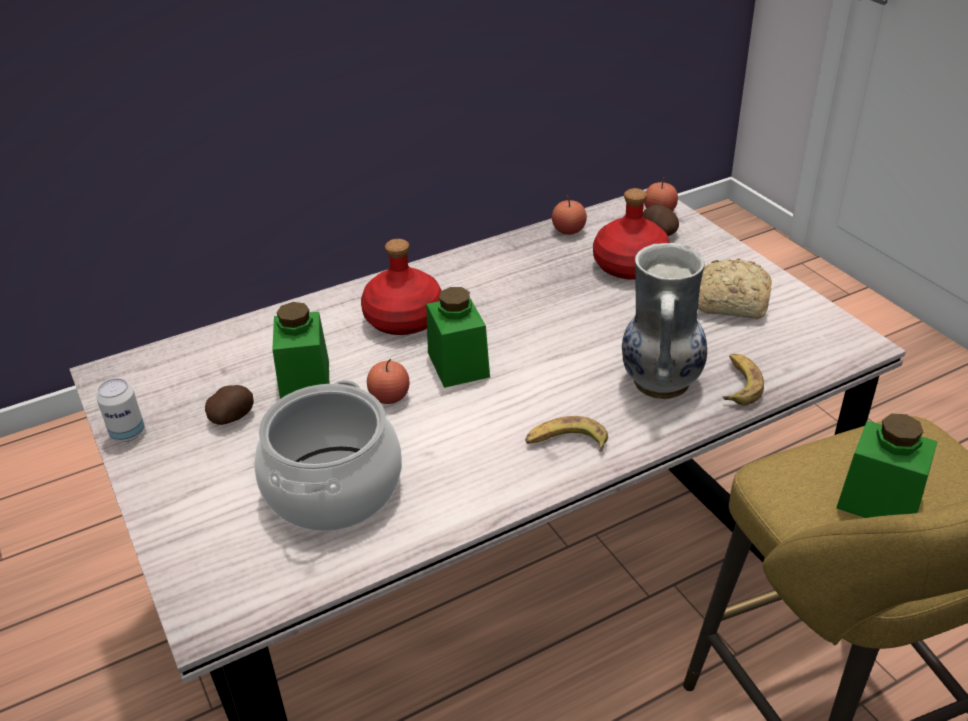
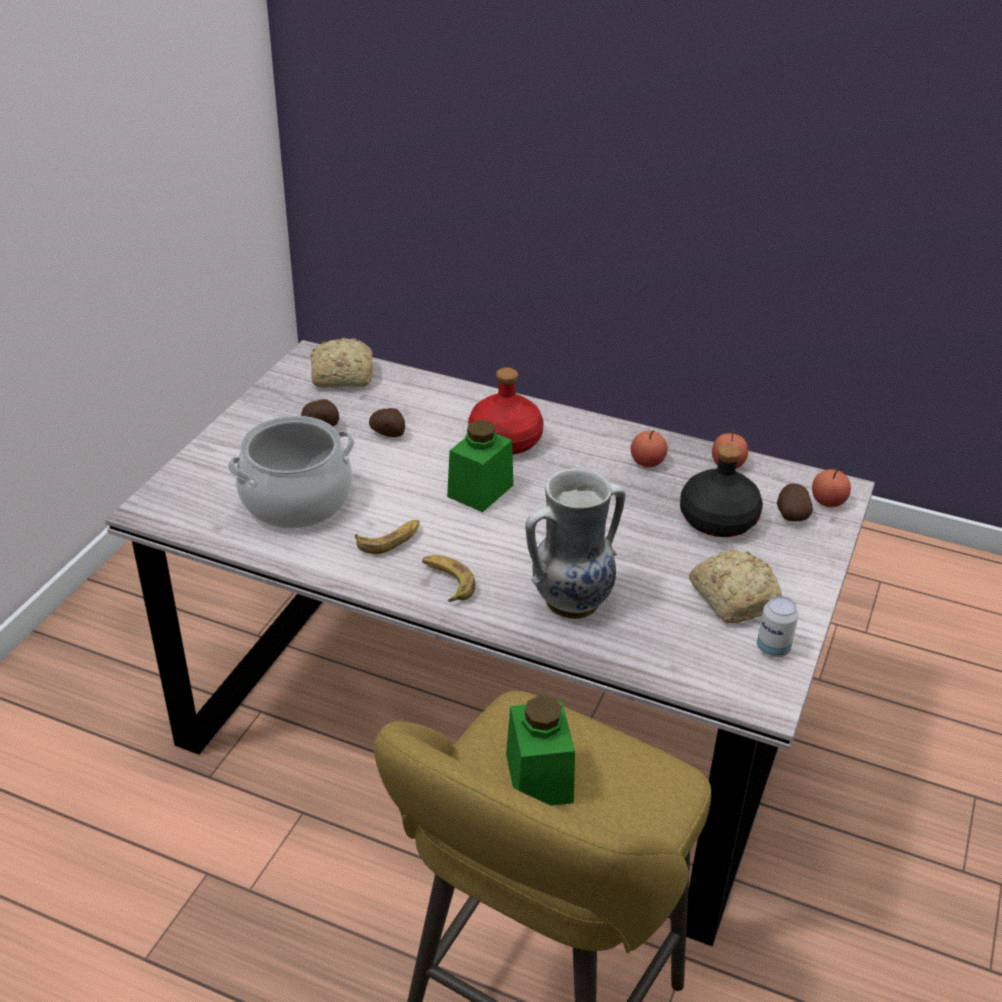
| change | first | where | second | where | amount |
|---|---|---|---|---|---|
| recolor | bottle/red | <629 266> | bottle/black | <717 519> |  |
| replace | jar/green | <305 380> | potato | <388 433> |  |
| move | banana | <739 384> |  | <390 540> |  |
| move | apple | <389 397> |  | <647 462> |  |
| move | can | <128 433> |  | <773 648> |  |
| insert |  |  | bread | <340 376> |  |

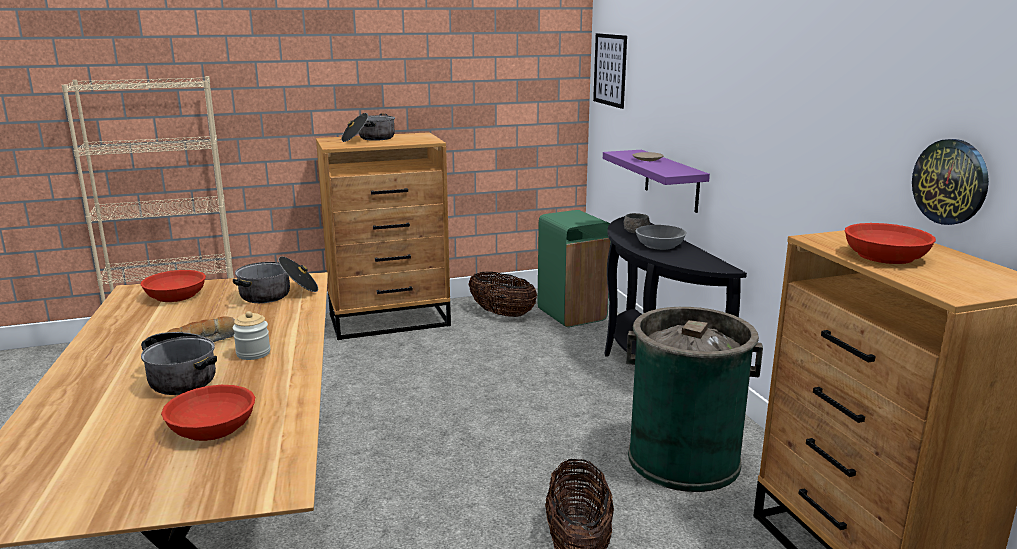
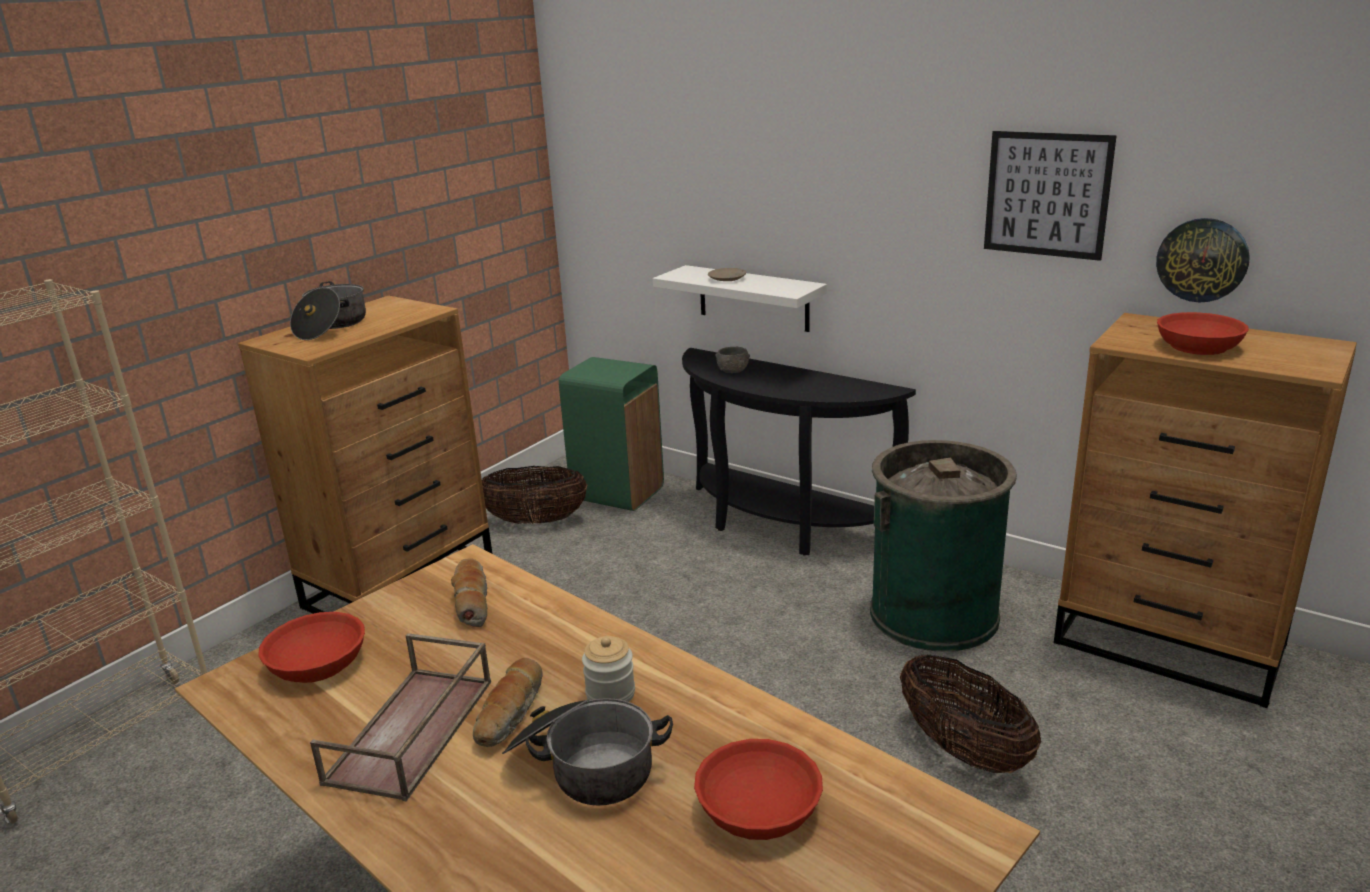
| change | first | where | second | where | amount |
|---|---|---|---|---|---|
| move | picture | <610 70> |  | <1047 194> |  |
| recolor | shelf/purple | <671 180> | shelf/white | <753 298> |  |
| delete | bowl/grey | <659 245> |  |  |  |
| replace | cooking pot | <278 294> | bread | <471 601> |  |
| insert |  |  | tray/brown | <412 732> |  |

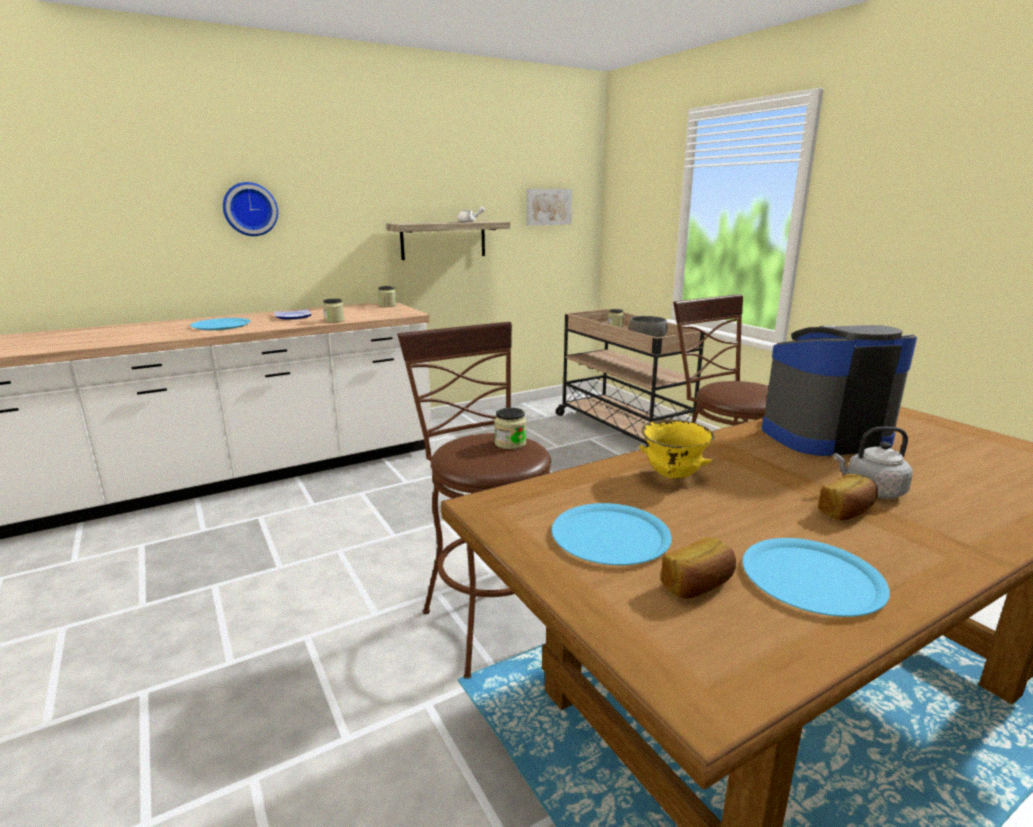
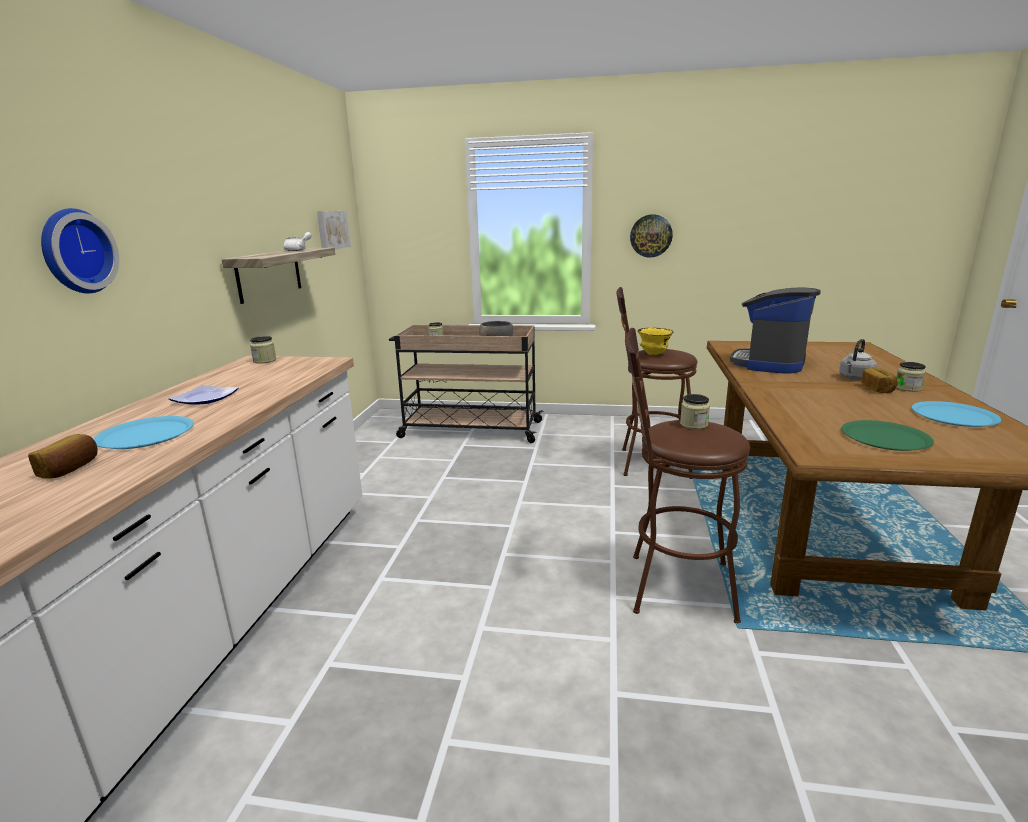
| change | first | where | second | where | amount |
|---|---|---|---|---|---|
| move | jar | <334 321> |  | <907 388> |  |
| move | bowl/yellow | <672 476> |  | <653 354> |  |
| recolor | plate/blue | <610 536> | plate/green | <885 437> |  |
| move | bread | <698 585> |  | <70 469> |  |
| insert |  |  | wall clock | <651 236> |  |

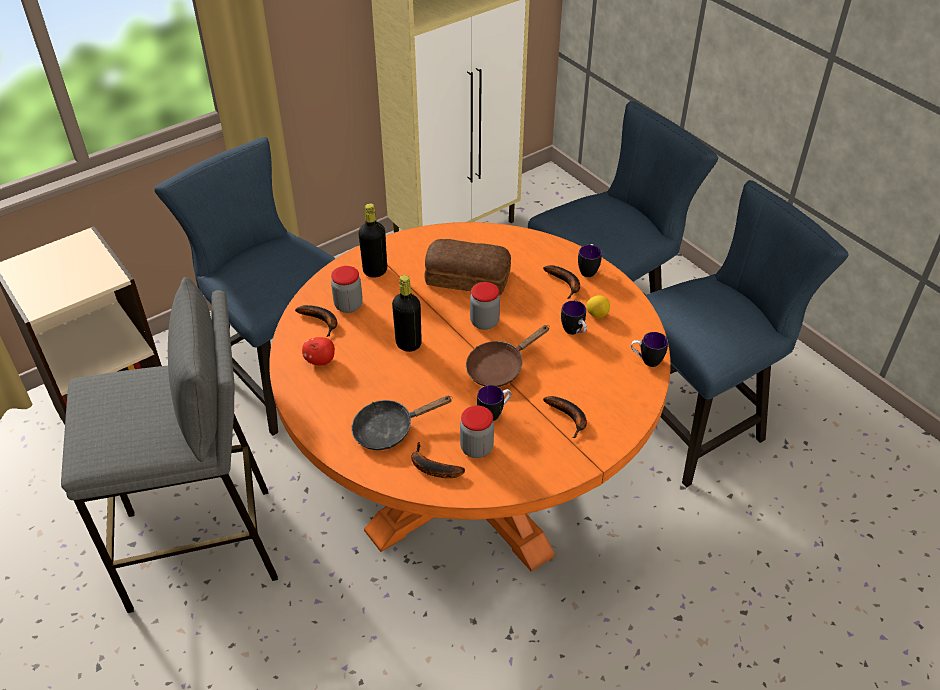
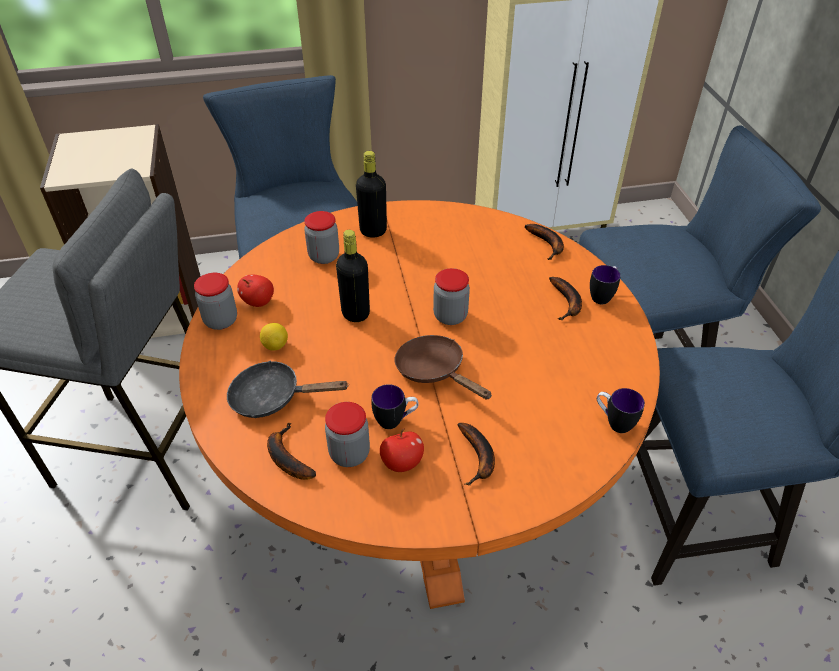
| change | first | where | second | where | amount |
|---|---|---|---|---|---|
| delete | bread | <467 276> |  |  |  |
| move | lemon | <597 314> |  | <275 345> |  |
| delete | mug | <574 332> |  |  |  |
| move | banana | <322 321> |  | <548 244> |  |
| rotate | frying pan/brown | <499 367> |  | <434 371> | 60 degrees clockwise |
| insert |  |  | jar | <221 320> |  |
| insert |  |  | apple | <402 463> |  |

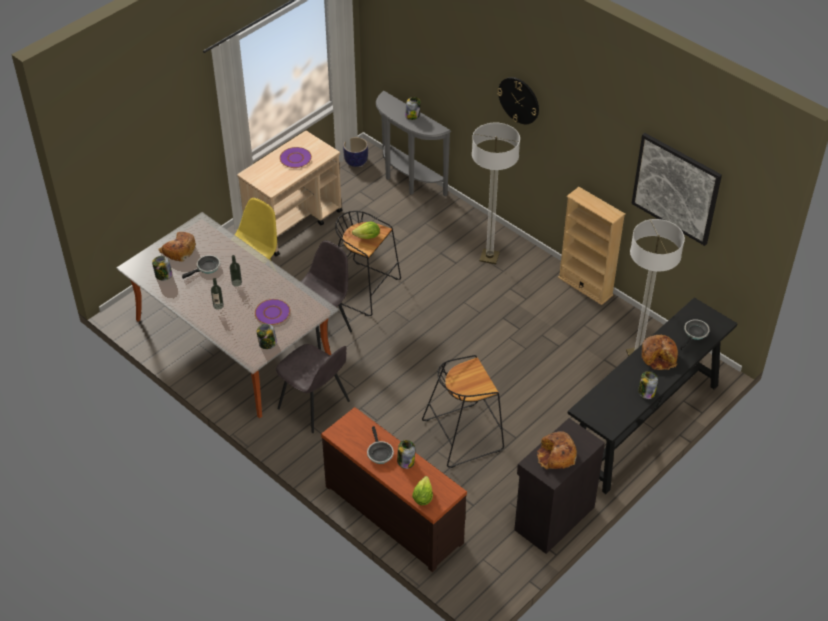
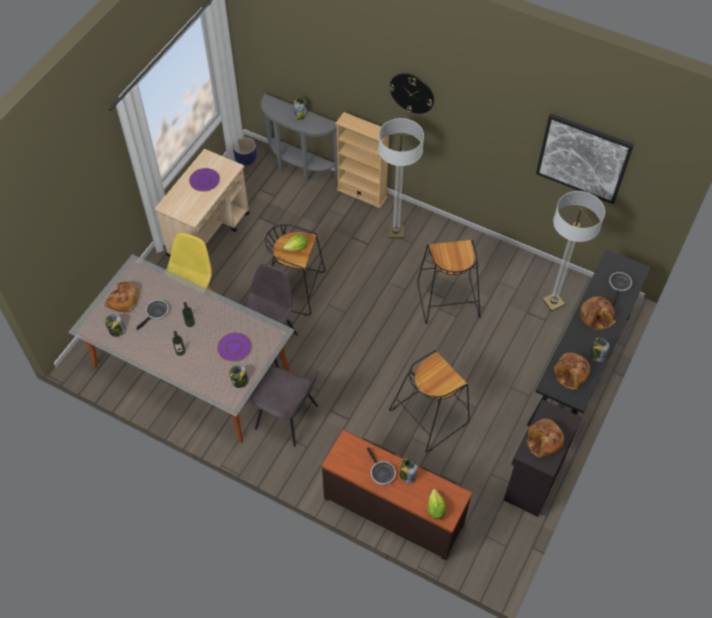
| change | first | where | second | where | amount |
|---|---|---|---|---|---|
| move | bookcase/beige | <585 286> |  | <362 193> |  |
| insert |  |  | stool/black | <447 299> |  |
| insert |  |  | bread | <571 374> |  |

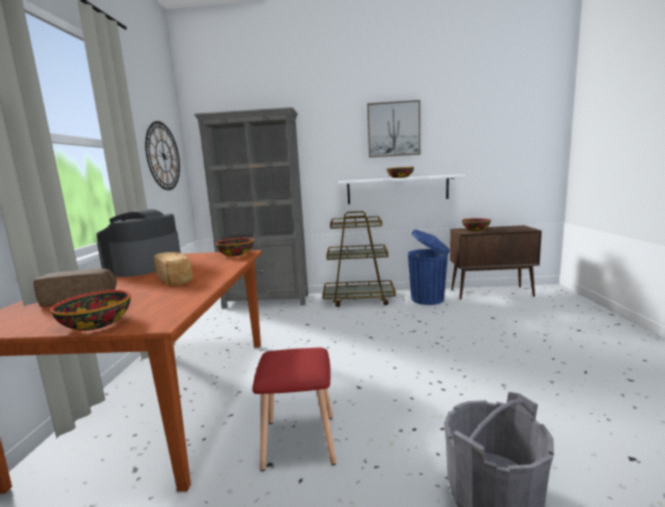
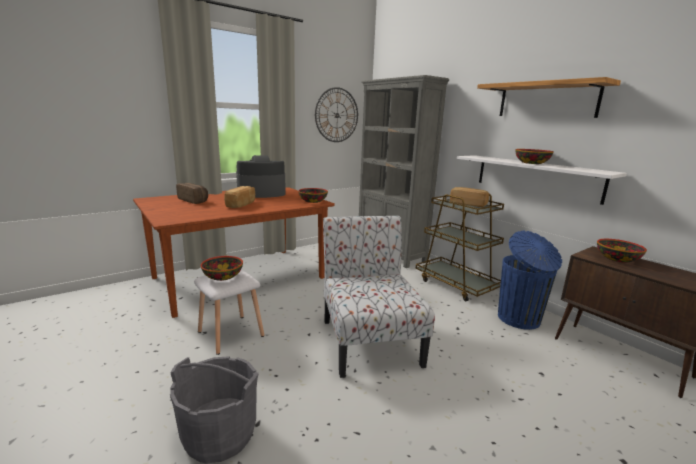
| change | first | where | second | where | amount |
|---|---|---|---|---|---|
| replace | picture | <393 129> | shelf | <546 100> |  |
| move | bowl | <97 324> |  | <222 277> |  |
| recolor | stool/red | <300 442> | stool/white | <230 334> |  |
| insert |  |  | bread | <468 204> |  |
| insert |  |  | chair | <369 340> |  |

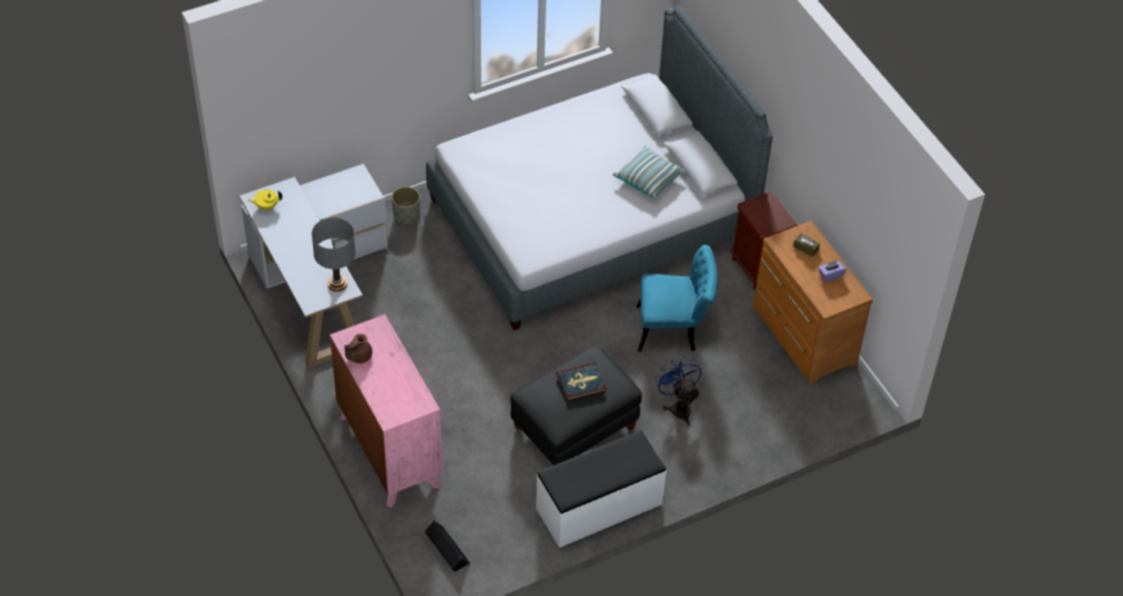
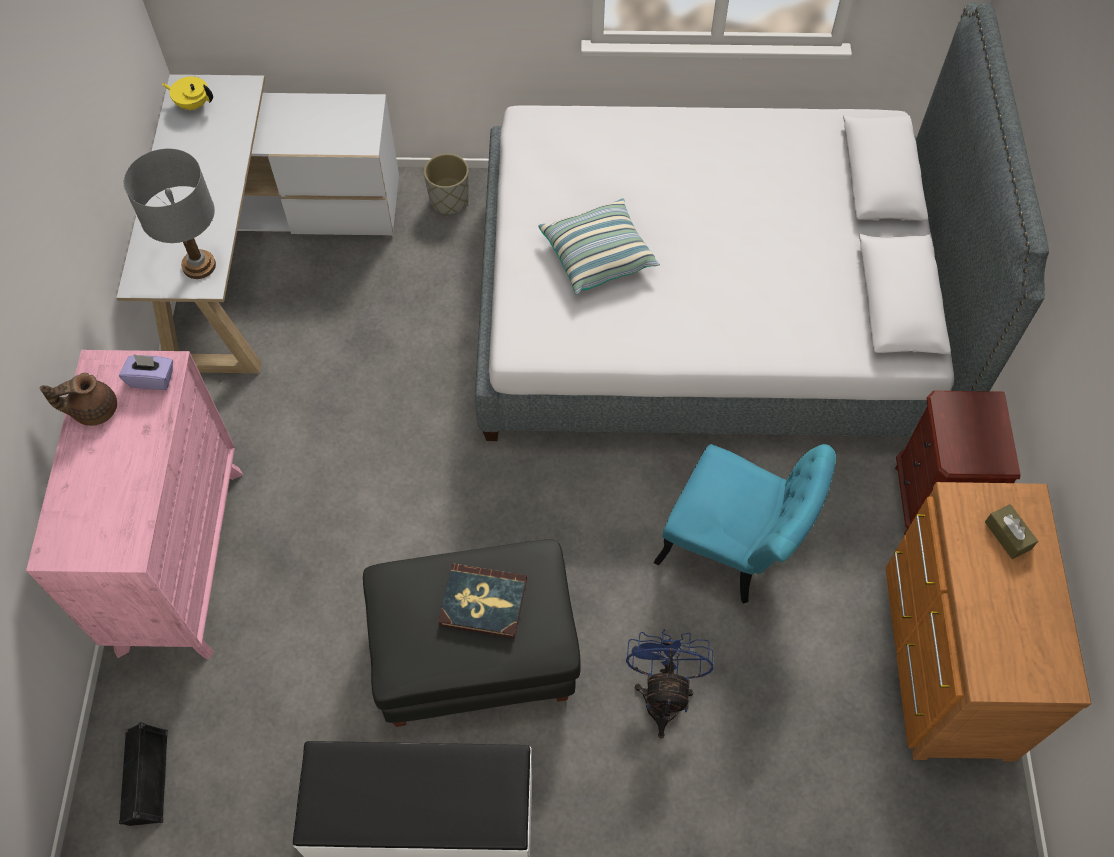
| change | first | where | second | where | amount |
|---|---|---|---|---|---|
| move | pillow | <648 179> |  | <598 256> |  |
| move | tissue box/purple | <830 275> |  | <152 379> |  |

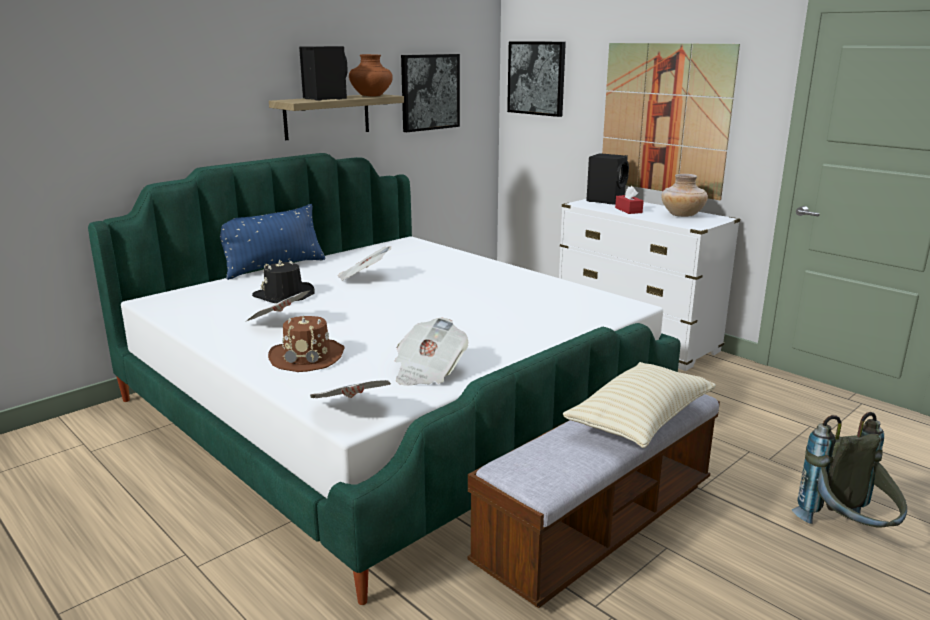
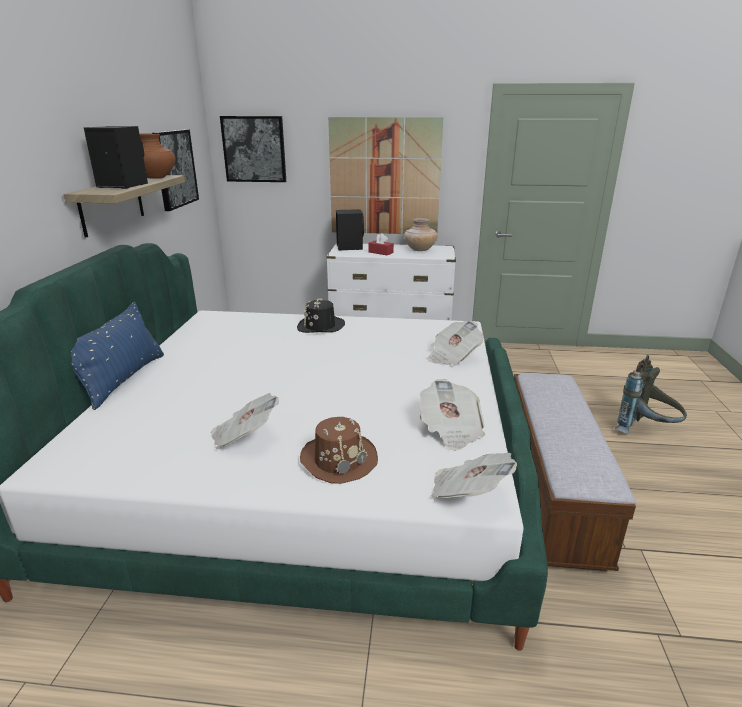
| change | first | where | second | where | amount |
|---|---|---|---|---|---|
| move | newspaper | <363 278> |  | <452 356> |  |
| move | hat/black | <284 295> |  | <320 326> |  |
| delete | pillow/beige | <640 421> |  |  |  |

